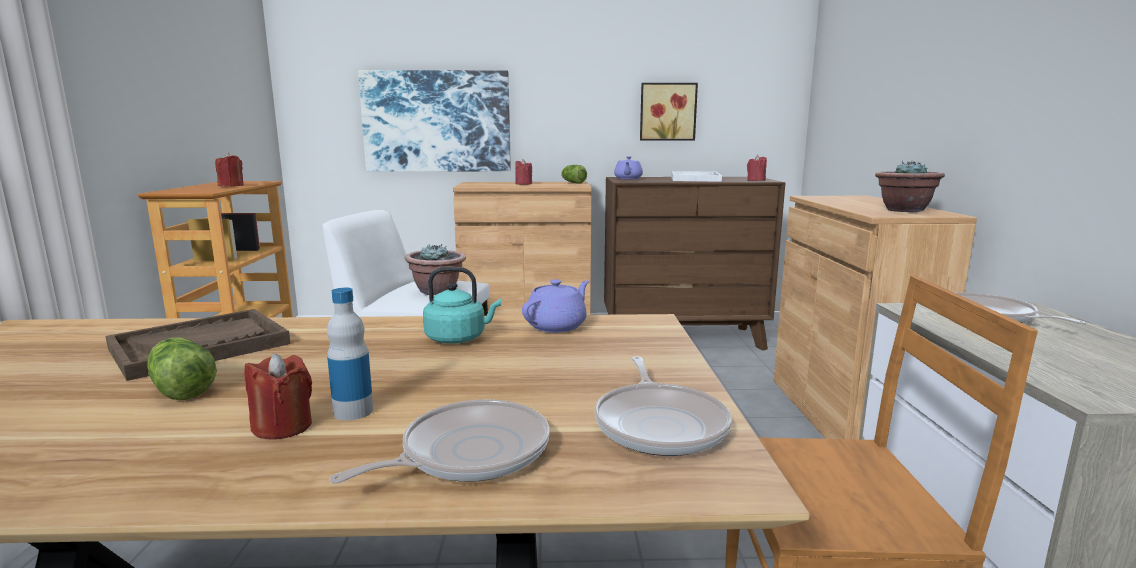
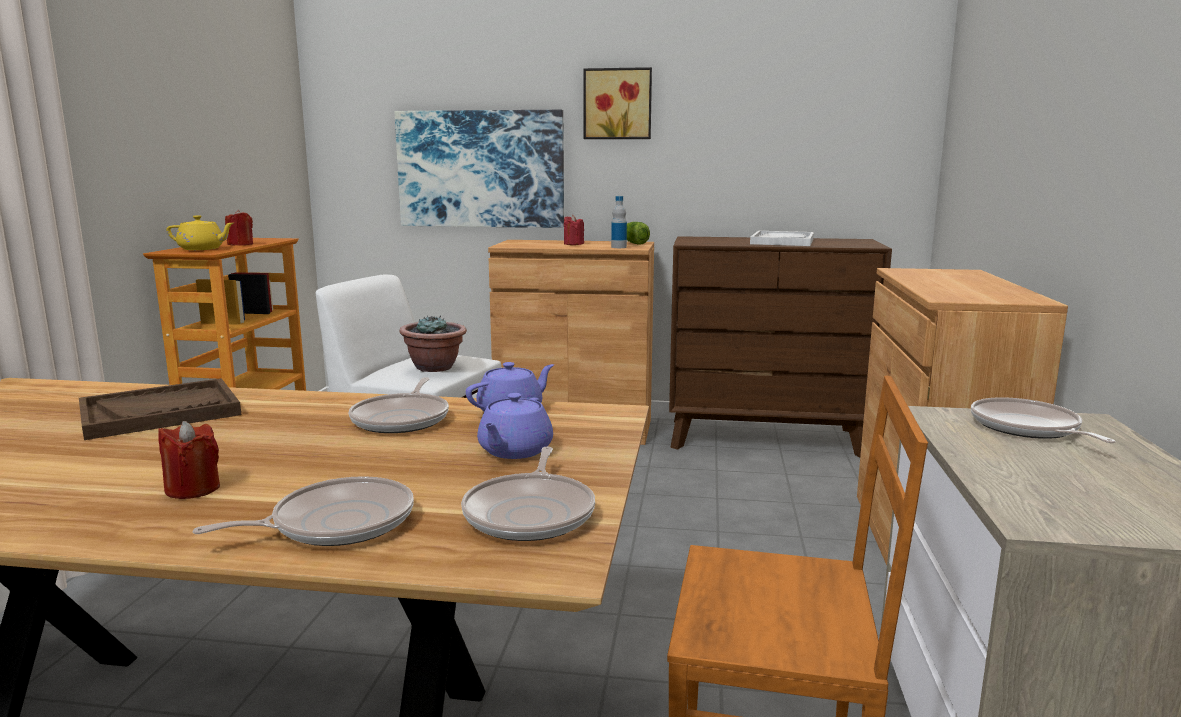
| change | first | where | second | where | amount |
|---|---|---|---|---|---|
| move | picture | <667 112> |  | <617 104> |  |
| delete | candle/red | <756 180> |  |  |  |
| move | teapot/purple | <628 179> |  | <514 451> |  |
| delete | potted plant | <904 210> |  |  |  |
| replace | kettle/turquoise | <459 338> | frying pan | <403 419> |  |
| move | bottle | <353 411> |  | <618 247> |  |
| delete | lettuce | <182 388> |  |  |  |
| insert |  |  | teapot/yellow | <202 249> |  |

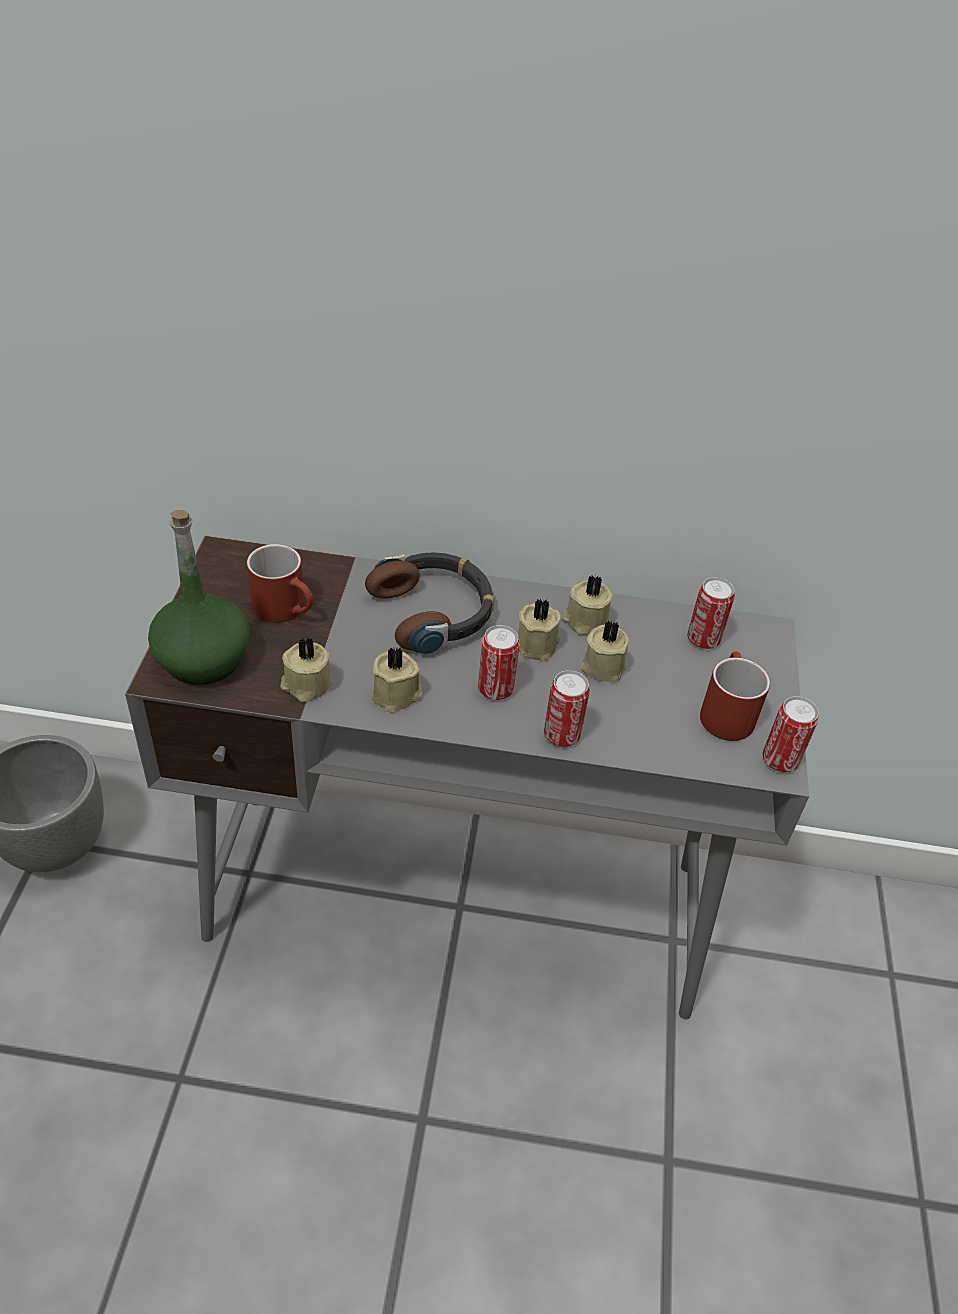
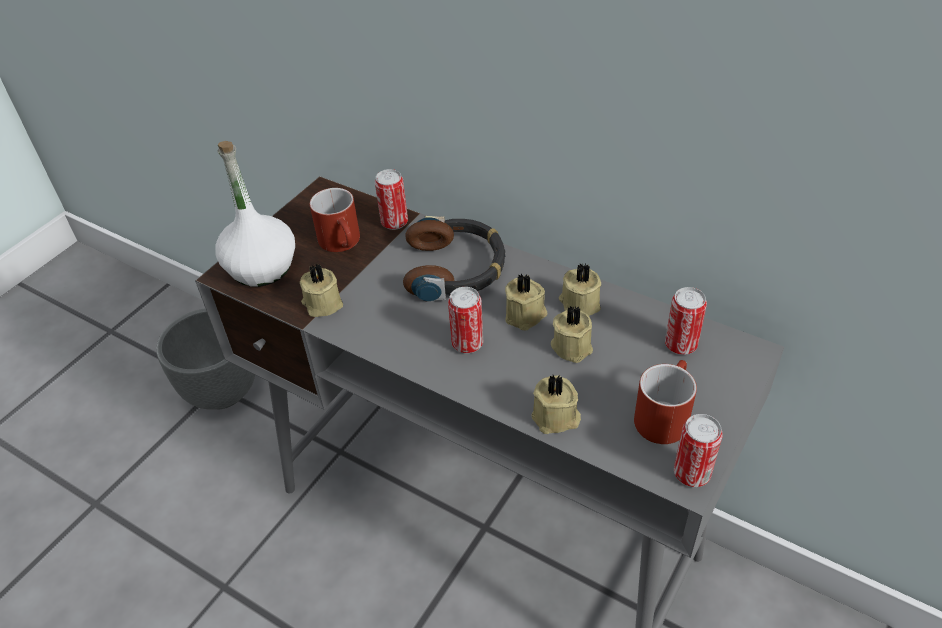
| change | first | where | second | where | amount |
|---|---|---|---|---|---|
| recolor | bottle/green | <203 659> | bottle/white | <262 267> |  |
| move | candle/beige | <397 695> |  | <556 418> |  |
| move | can | <561 735> |  | <394 222> |  |

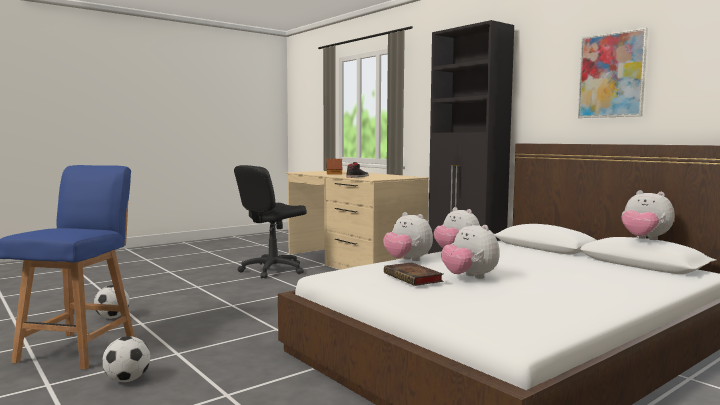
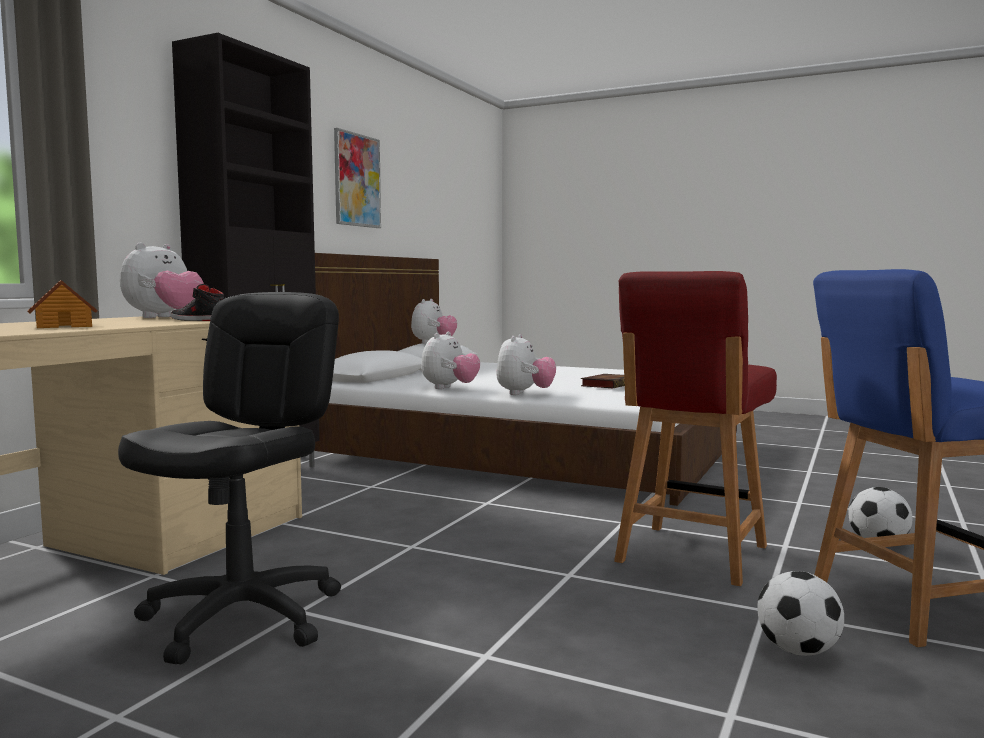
| change | first | where | second | where | amount |
|---|---|---|---|---|---|
| rotate | office chair/black | <272 270> |  | <243 617> | 90 degrees counterclockwise |
| move | plush toy | <469 277> |  | <164 317> |  |
| insert |  |  | chair/red | <690 555> |  |

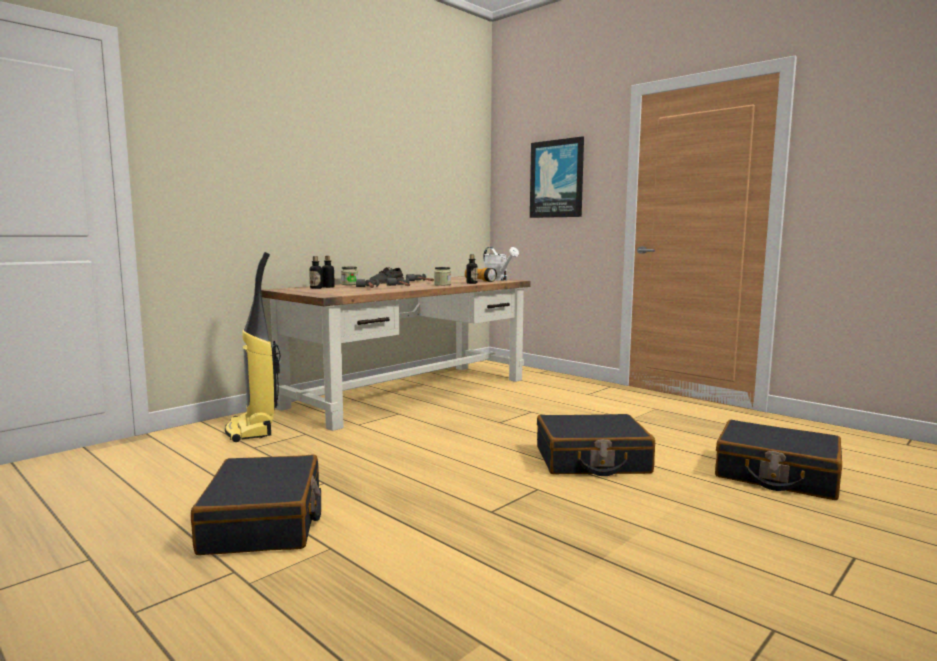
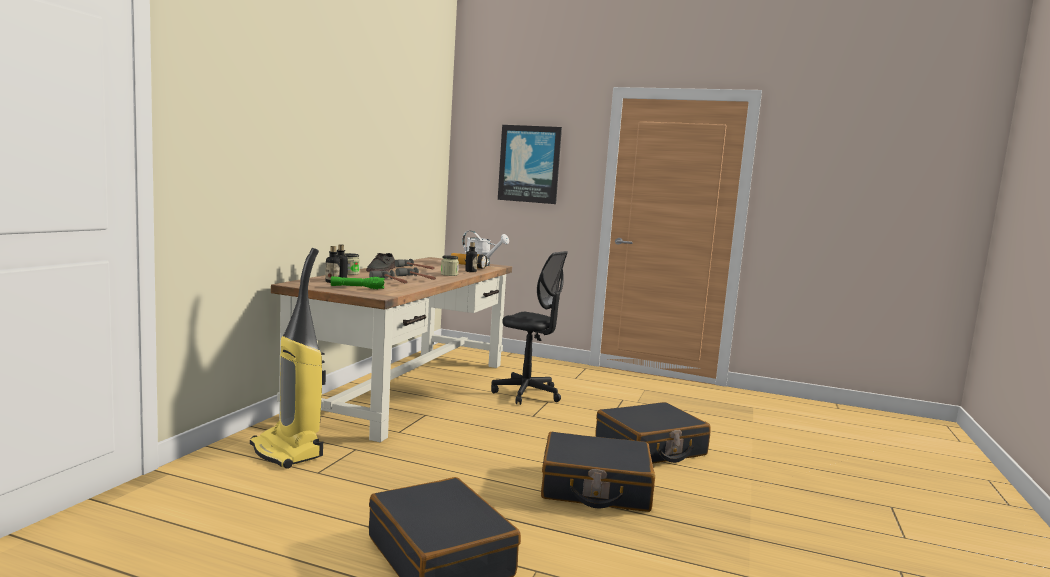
| change | first | where | second | where | amount |
|---|---|---|---|---|---|
| move | suitcase/black | <776 475> |  | <595 488> |  |
| insert |  |  | office chair/black | <527 394> |  |
| insert |  |  | flashlight/green | <357 288> |  |

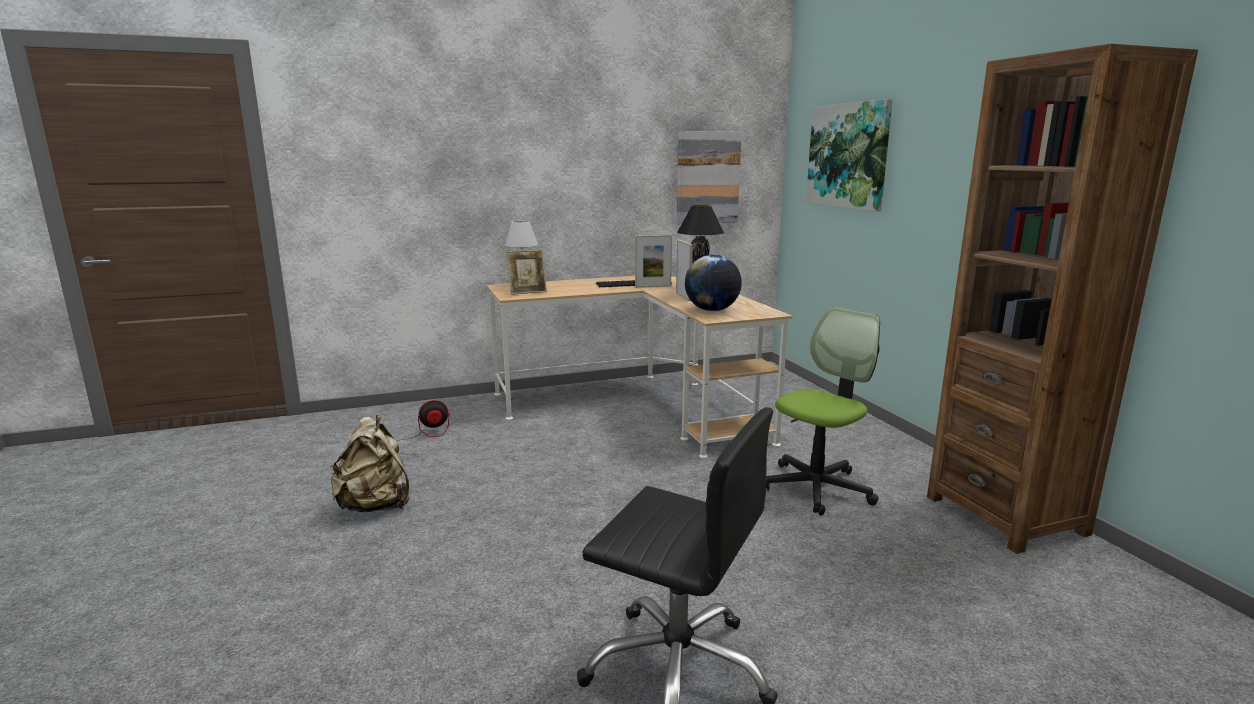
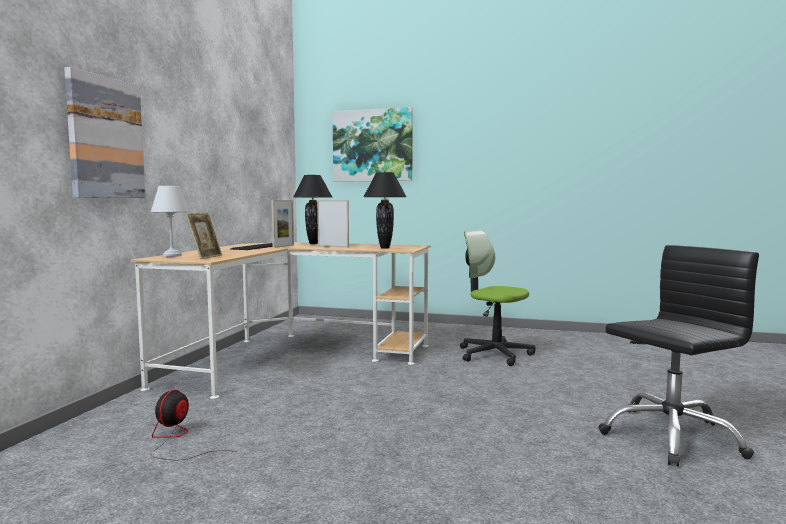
| change | first | where | second | where | amount |
|---|---|---|---|---|---|
| delete | bookcase/brown | <1005 515> |  |  |  |
| move | picture | <707 178> |  | <105 138> |  |
| replace | globe | <712 310> | table lamp/black | <385 248> |  |
| rotate | office chair | <816 488> |  | <494 354> | 45 degrees counterclockwise |
| delete | backpack/beige | <375 506> |  |  |  |

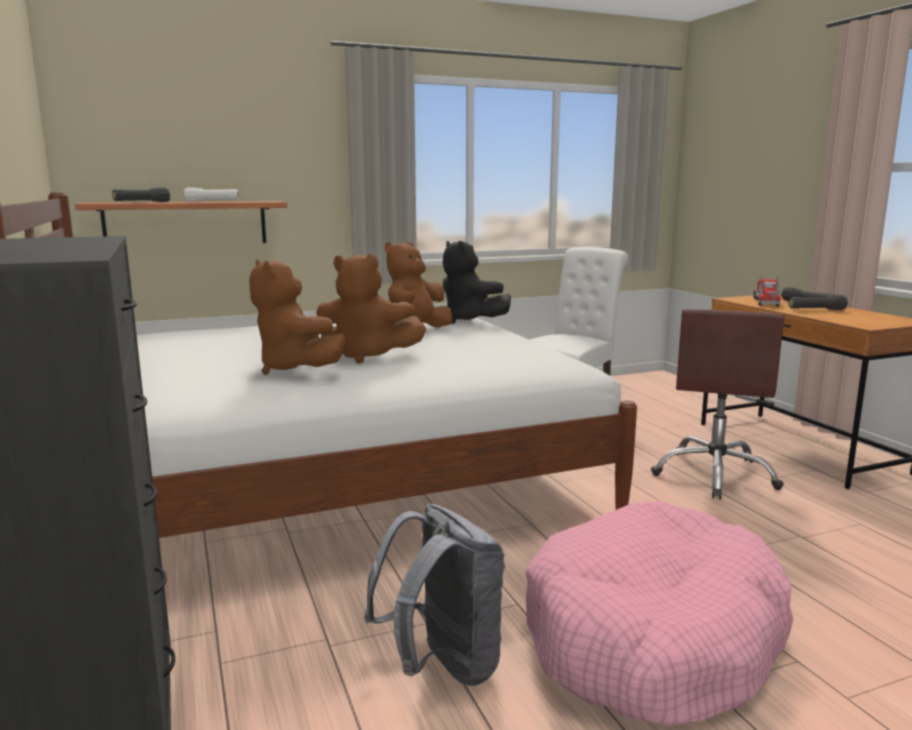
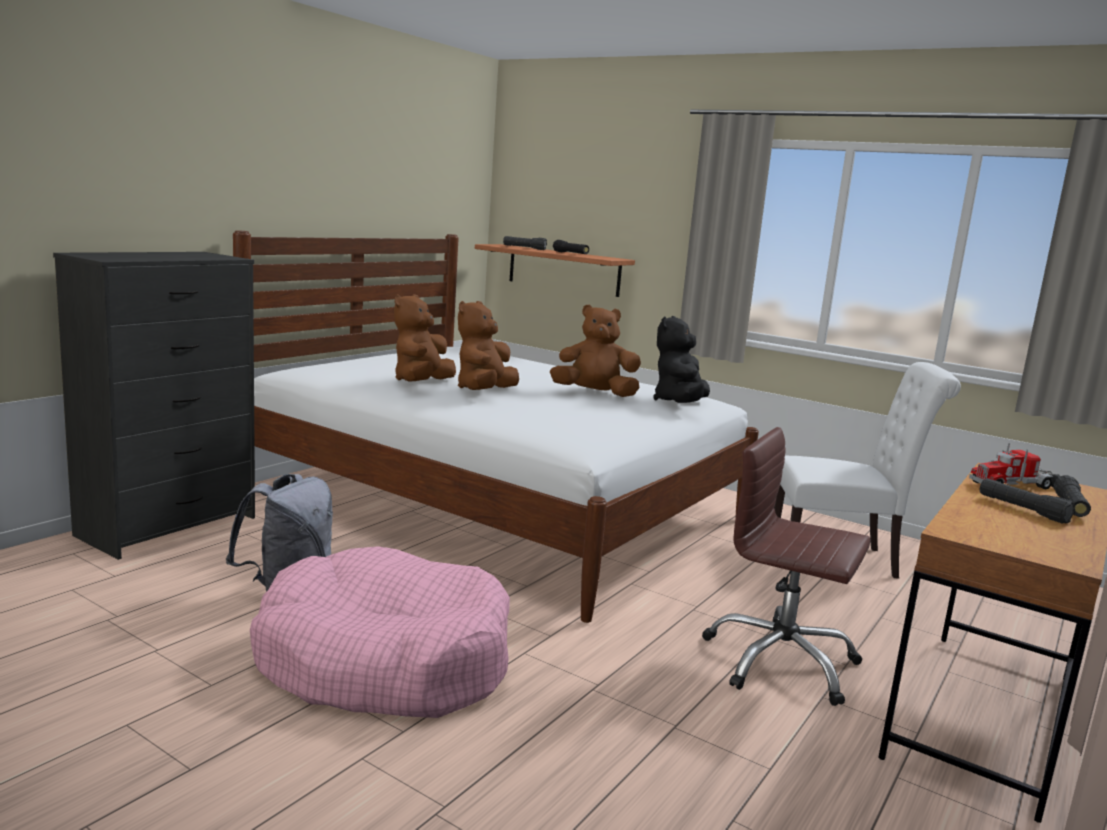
| change | first | where | second | where | amount |
|---|---|---|---|---|---|
| recolor | flashlight/white | <212 201> | flashlight/black | <570 253> |  |
| rotate | plush toy/brown | <367 356> |  | <484 392> | 45 degrees clockwise |
| rotate | office chair/brown | <715 475> |  | <780 662> | 45 degrees clockwise |

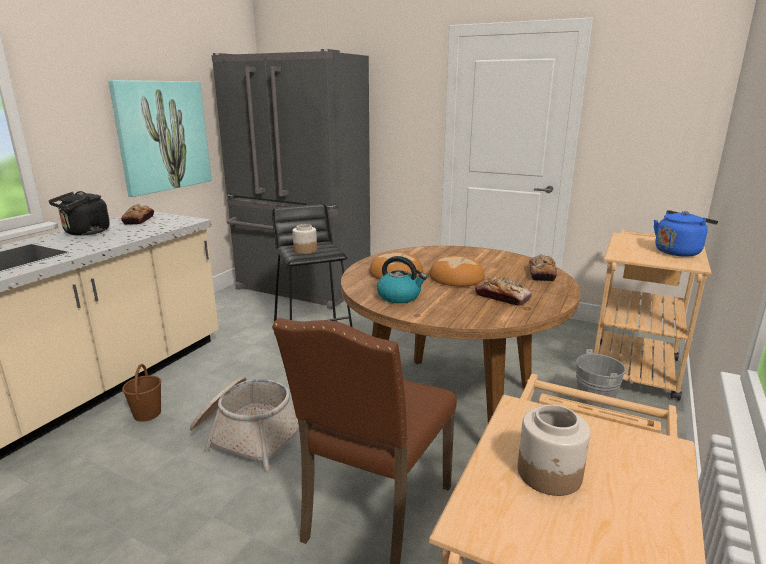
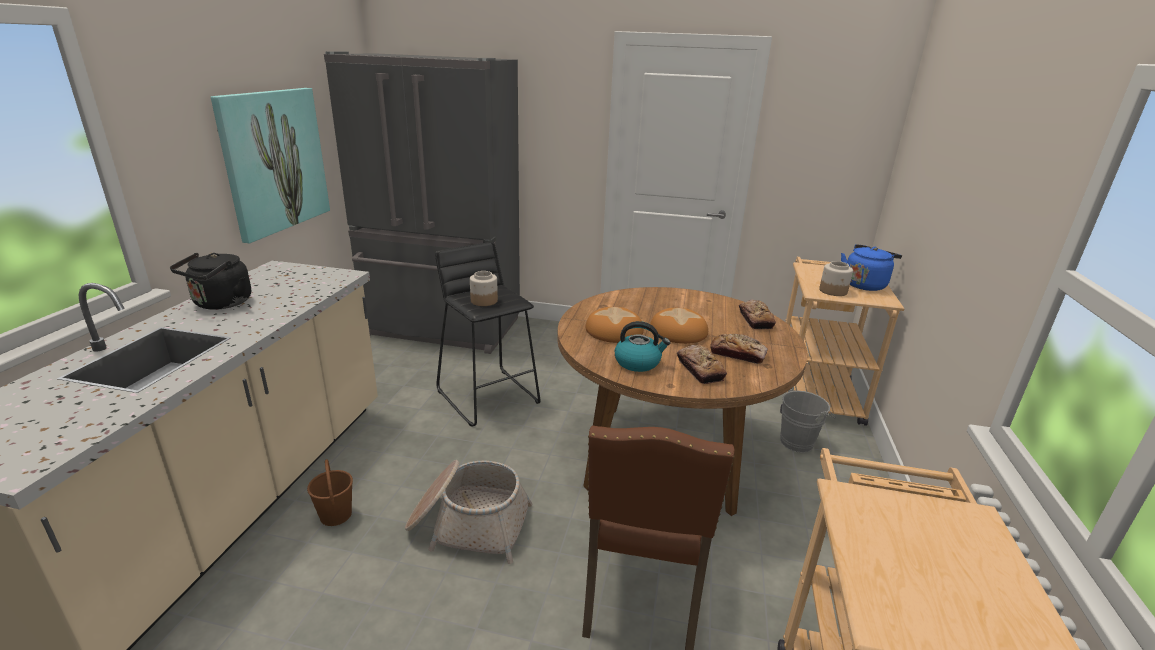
| change | first | where | second | where | amount |
|---|---|---|---|---|---|
| move | bread | <138 220> |  | <700 369> |  |
| move | jar | <549 474> |  | <833 291> |  |

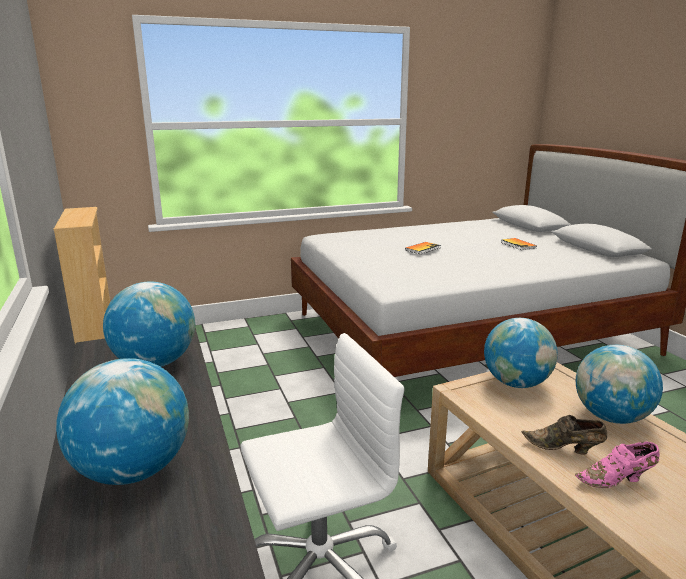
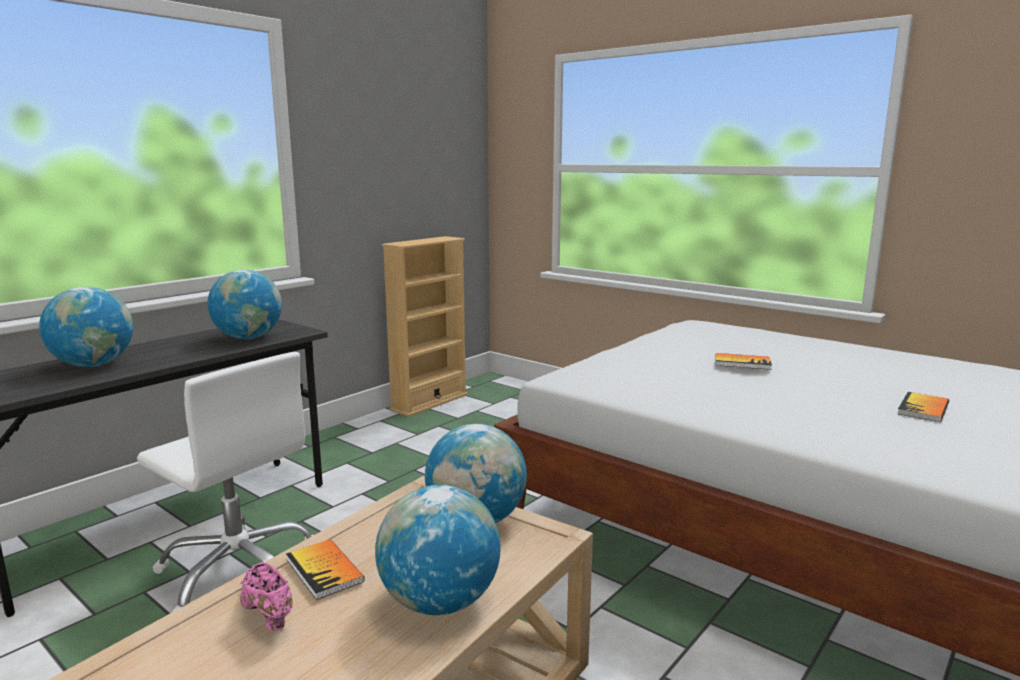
| change | first | where | second | where | amount |
|---|---|---|---|---|---|
| replace | shoe/brown | <564 448> | book | <324 570> |  |

